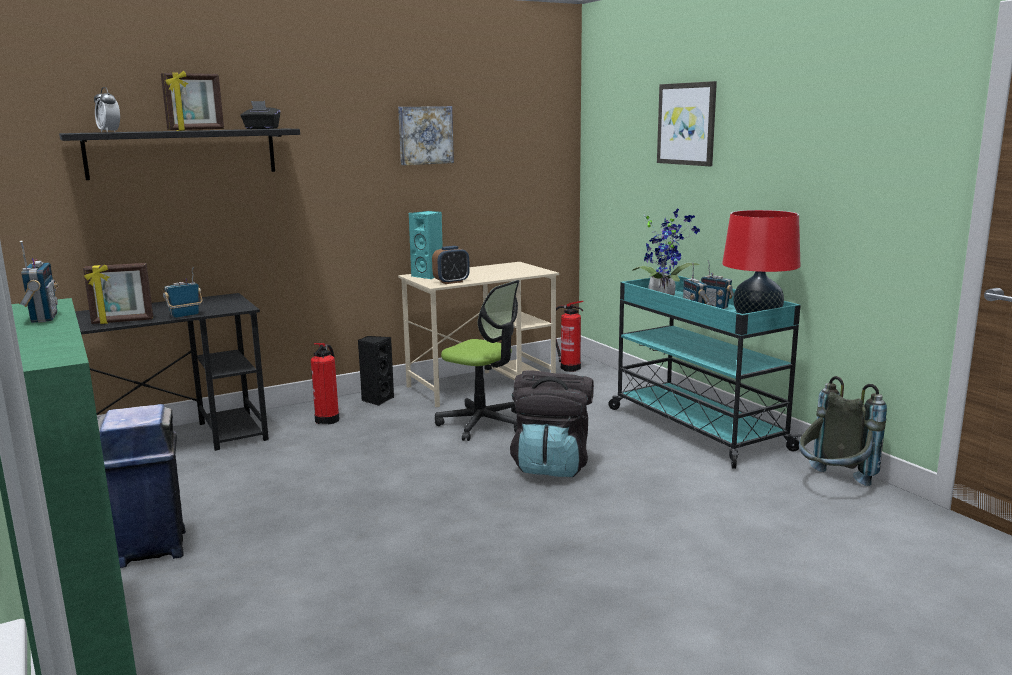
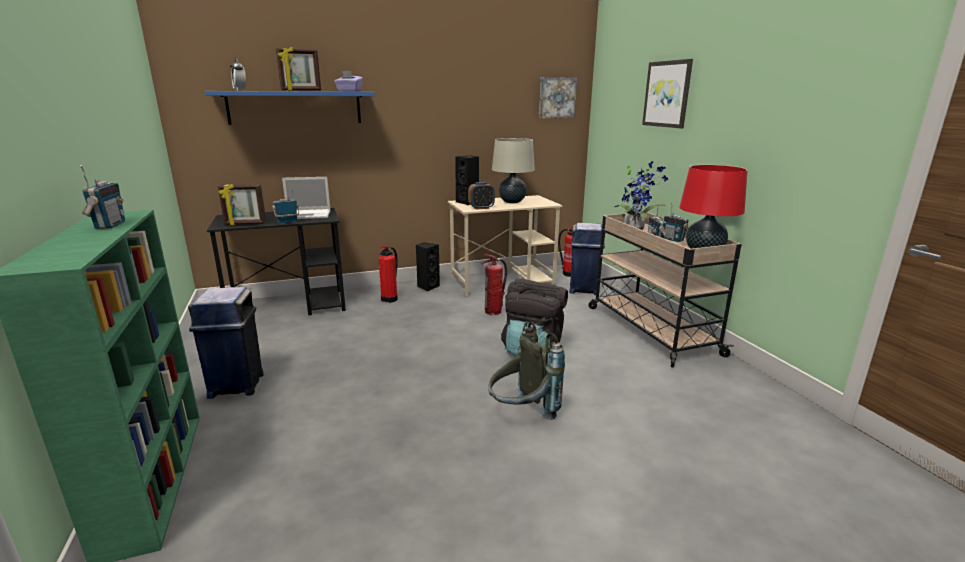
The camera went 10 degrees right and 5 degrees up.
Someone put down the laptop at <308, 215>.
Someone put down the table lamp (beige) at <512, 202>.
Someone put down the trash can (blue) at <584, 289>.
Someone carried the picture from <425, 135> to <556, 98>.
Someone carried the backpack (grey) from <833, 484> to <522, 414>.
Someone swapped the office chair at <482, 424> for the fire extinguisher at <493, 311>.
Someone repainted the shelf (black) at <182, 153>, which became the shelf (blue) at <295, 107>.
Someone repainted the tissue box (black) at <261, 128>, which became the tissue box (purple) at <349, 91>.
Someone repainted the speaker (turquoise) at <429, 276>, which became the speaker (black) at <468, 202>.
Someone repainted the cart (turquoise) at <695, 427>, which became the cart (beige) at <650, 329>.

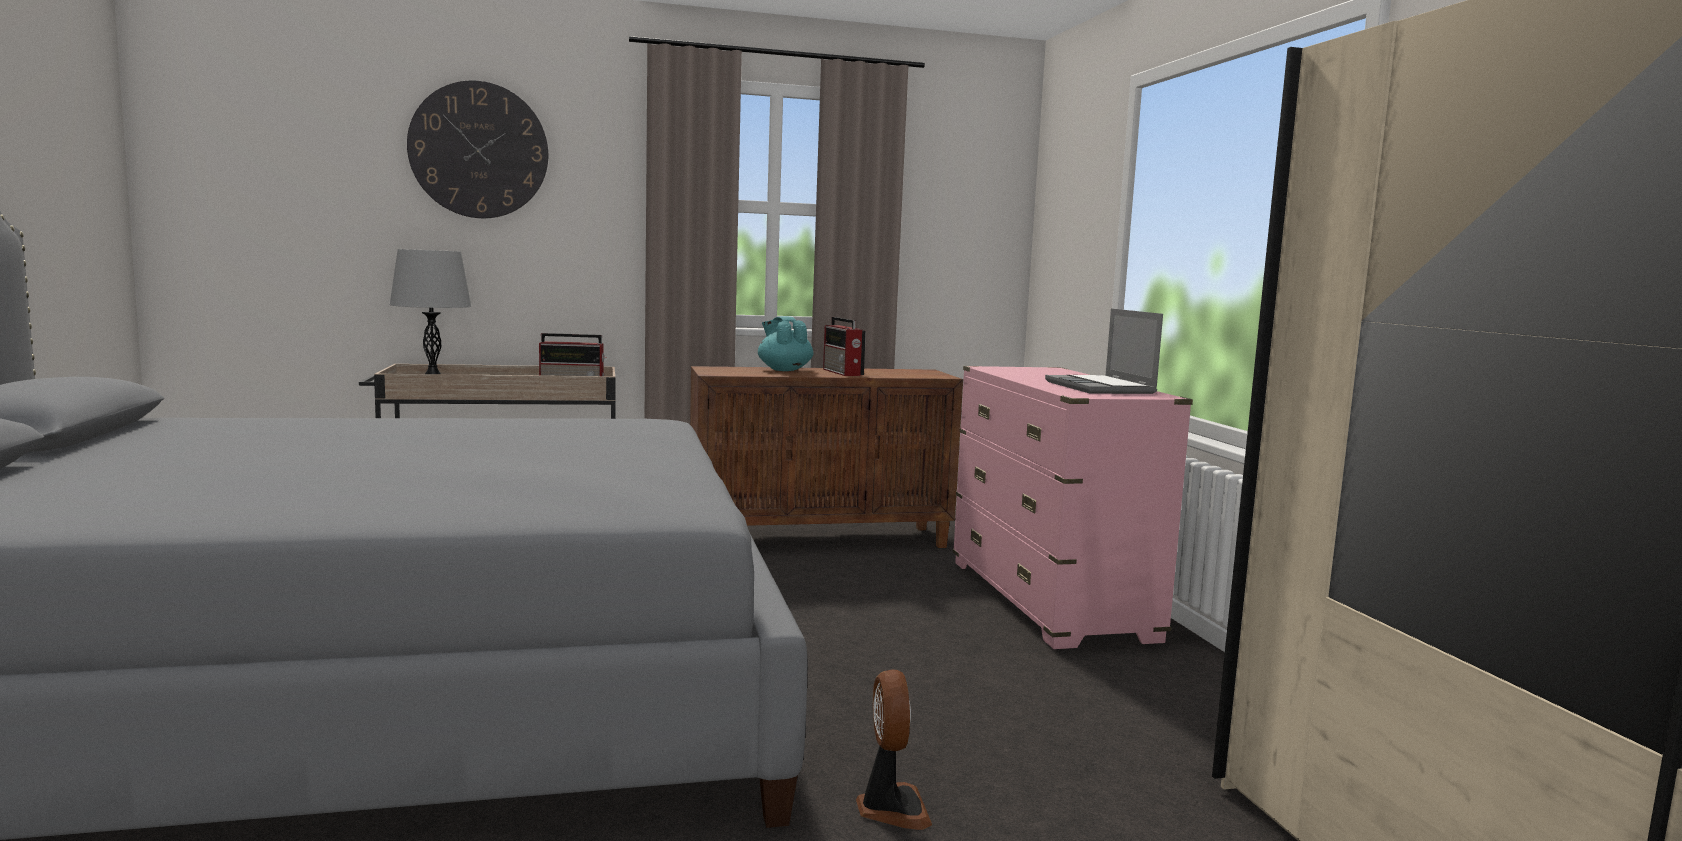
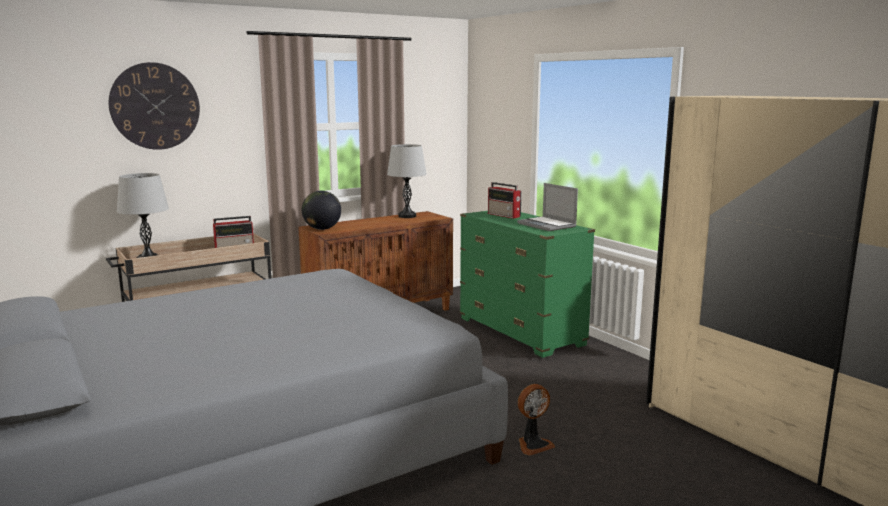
The camera went 20 degrees left and 5 degrees up.
Someone took away the teapot (turquoise) at <784, 370>.
Someone put down the globe at <322, 229>.
Someone put down the table lamp (grey) at <407, 216>.
Someone carried the radio from <843, 372> to <504, 215>.
Someone repainted the dresser (pink) at <1049, 601>, which became the dresser (green) at <521, 332>.
Someone rotated the fan at <891, 808> by 90 degrees clockwise.

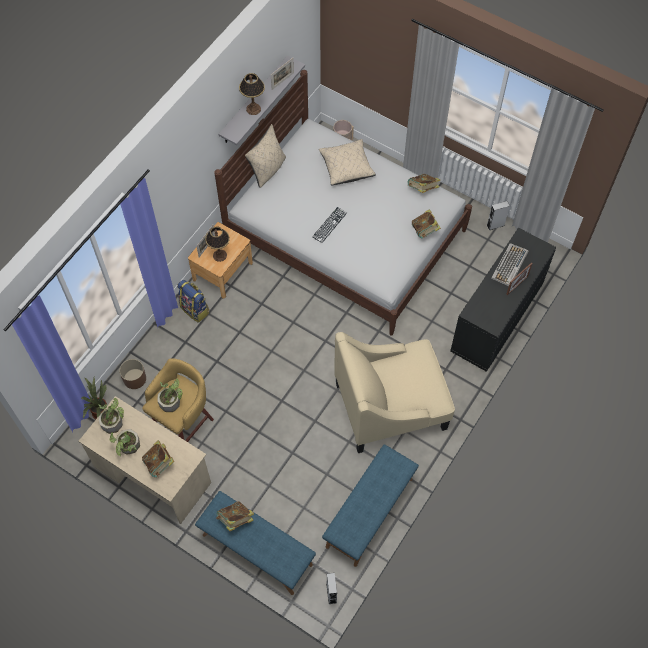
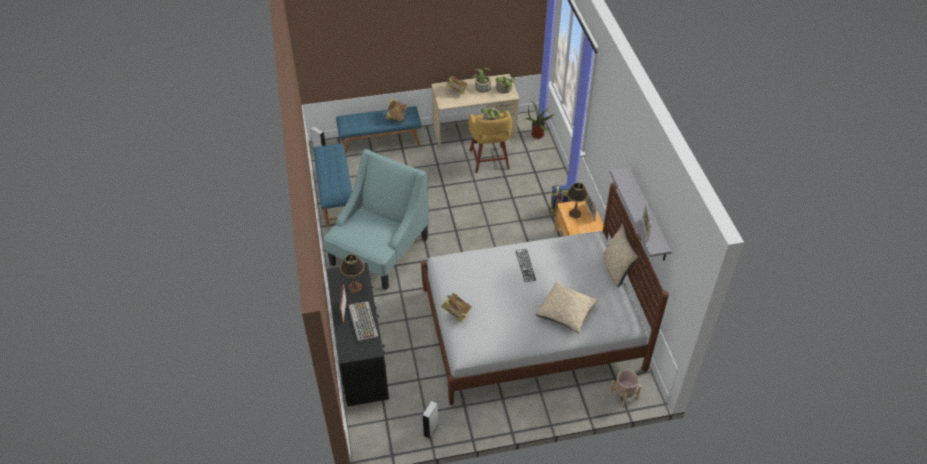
The camera went 135 degrees right and 15 degrees down.
Someone took away the planter (brown) at <134, 379>.
Someone took away the book at <422, 189>.
Someone carried the table lamp from <253, 109> to <355, 287>.
Someone repainted the armchair (beige) at <391, 406>, which became the armchair (turquoise) at <379, 251>.

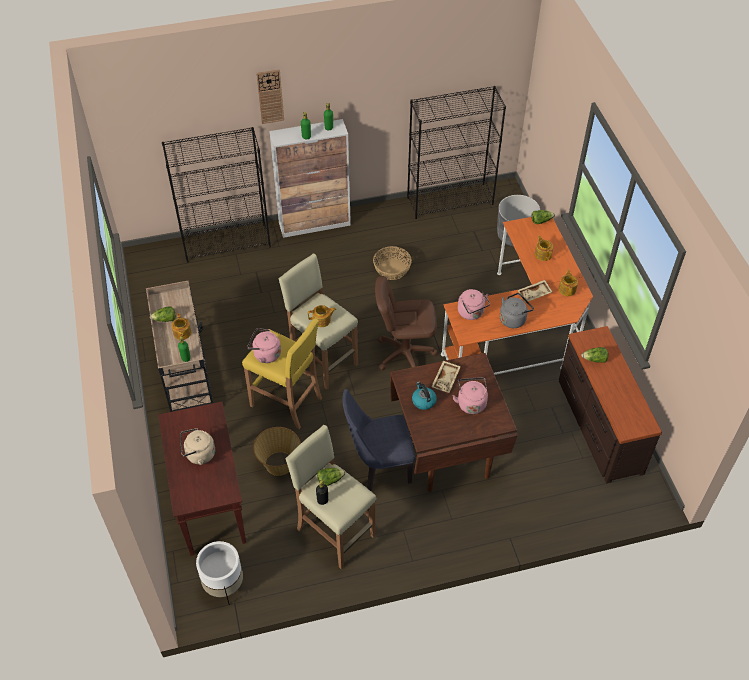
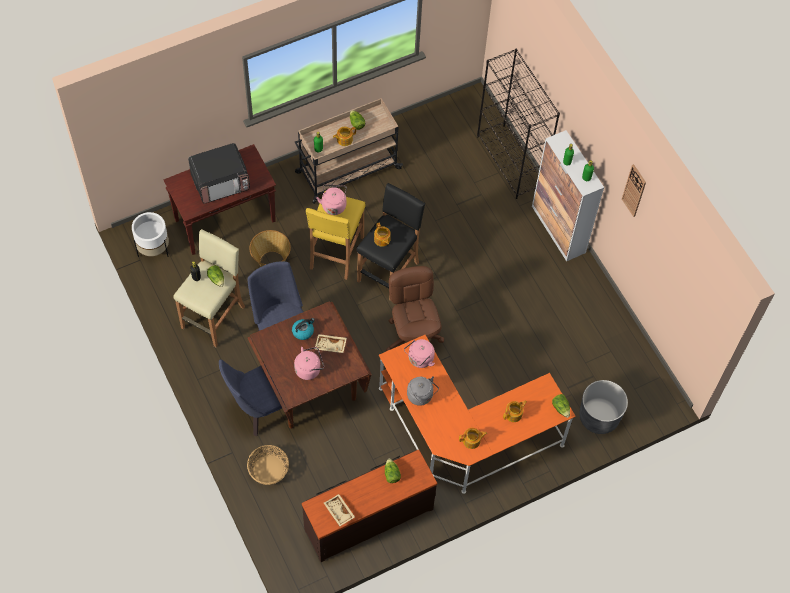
The camera went 75 degrees right and 10 degrees up.
Someone took away the bookcase (black) at <450, 201>.
Someone put down the chair (blue) at <258, 411>.
Someone carried the wall clock from <270, 96> to <634, 190>.
Someone carried the basket from <392, 269> to <269, 470>.
Someone carried the tray (beige) from <534, 294> to <338, 512>.
Someone swapped the kettle (beige) at <198, 454> for the microwave at <221, 181>.
Someone repainted the stool (beige) at <322, 360>, which became the stool (black) at <389, 271>.

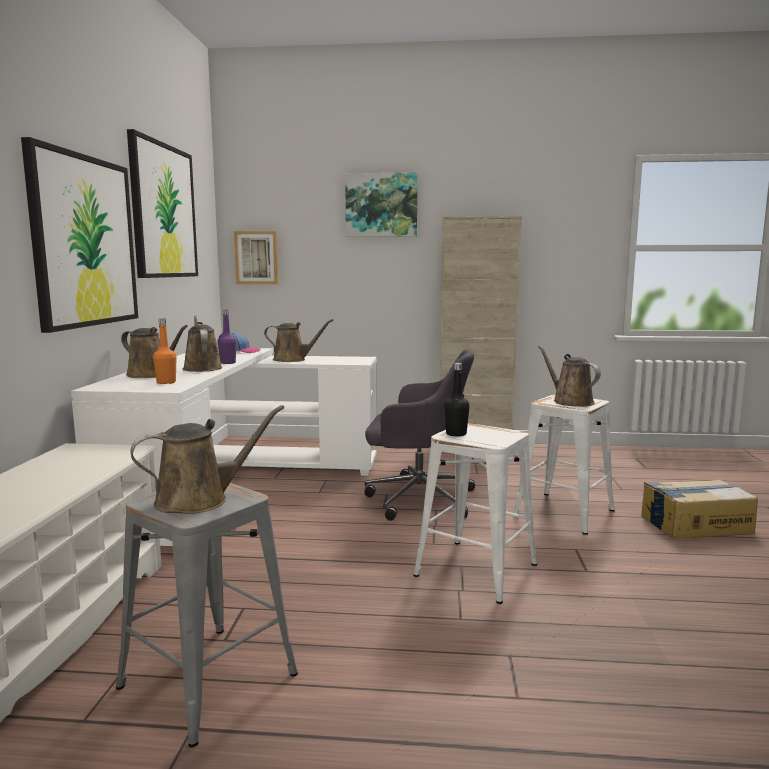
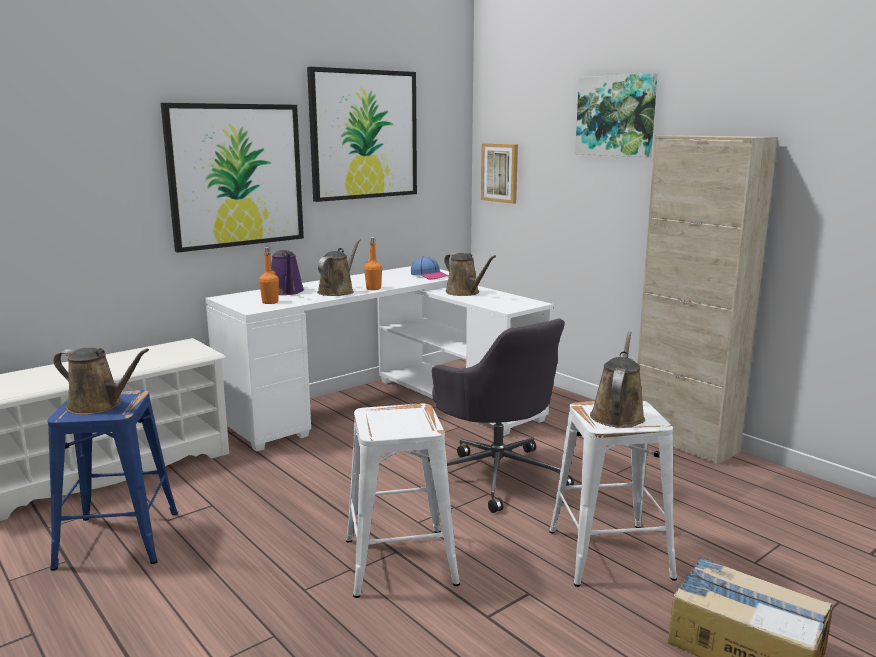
The camera went 45 degrees right and 5 degrees up.
Someone took away the bottle (black) at <456, 434>.
Someone repainted the stool (grey) at <207, 681>, which became the stool (blue) at <117, 539>.
Someone repainted the watering can (brown) at <151, 375>, which became the watering can (purple) at <286, 292>.
Someone repainted the bottle (purple) at <228, 363>, which became the bottle (orange) at <373, 288>.

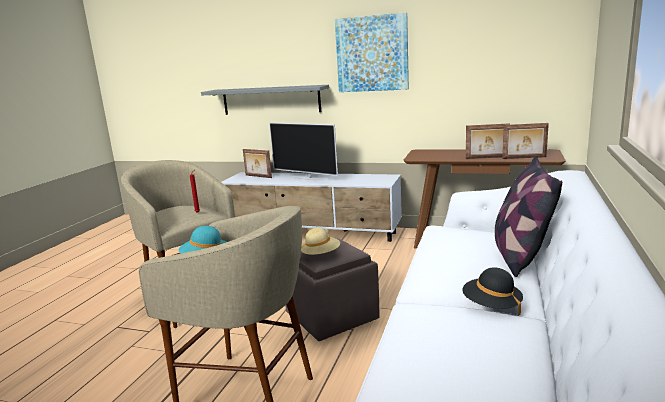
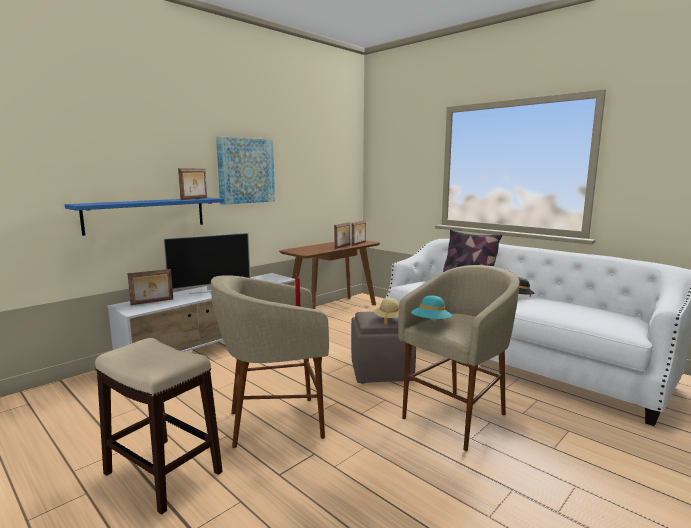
The camera went 65 degrees left and 5 degrees down.
Someone put down the stool at <162, 472>.
Someone put down the picture frame at <194, 199>.
Someone repainted the shelf (grey) at <270, 100>, which became the shelf (blue) at <146, 215>.

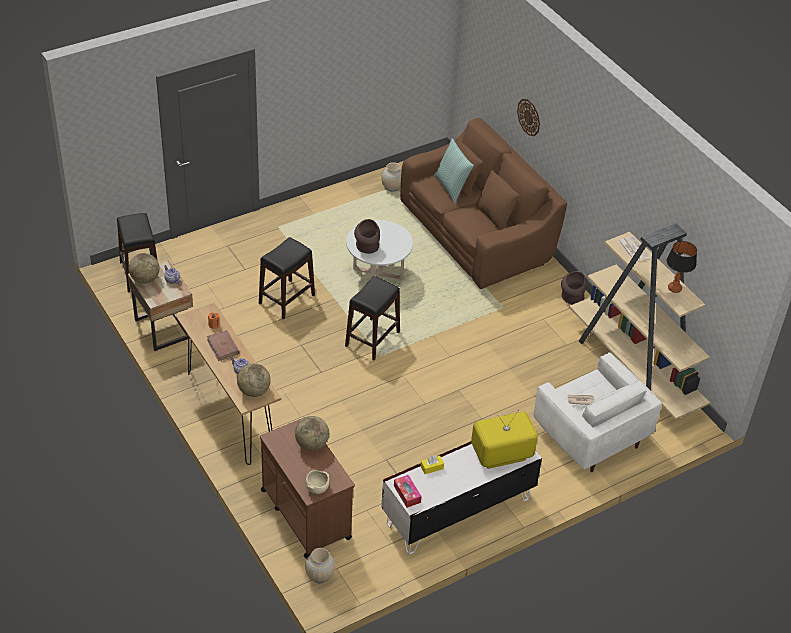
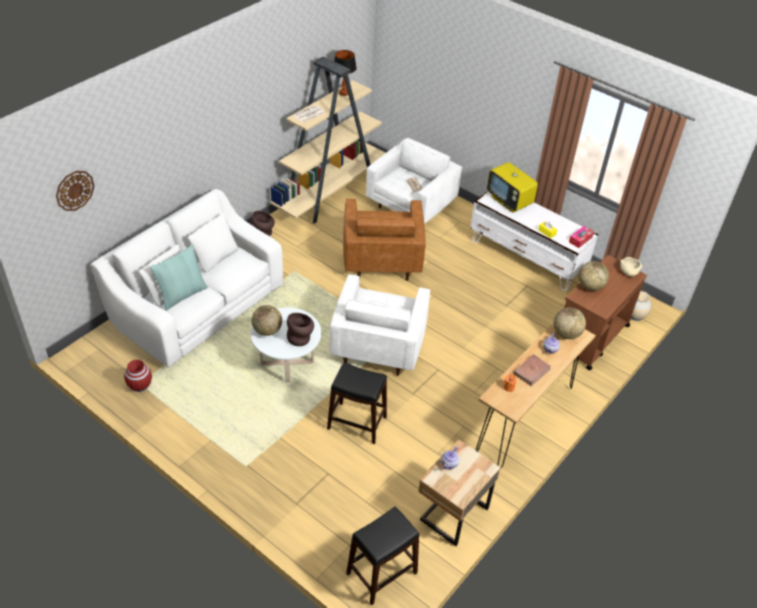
The camera went 110 degrees left and 0 degrees up.
Someone put down the armchair (brown) at <381, 259>.
Someone carried the globe from <145, 279> to <267, 330>.
Someone carried the wall clock from <529, 117> to <74, 190>.
Someone swapped the stool (black) at <372, 339> for the armchair (white) at <378, 345>.
Someone repainted the vase (beige) at <392, 187>, which became the vase (red) at <140, 385>.
Someone repainted the sofa (brown) at <476, 234>, which became the sofa (white) at <197, 306>.

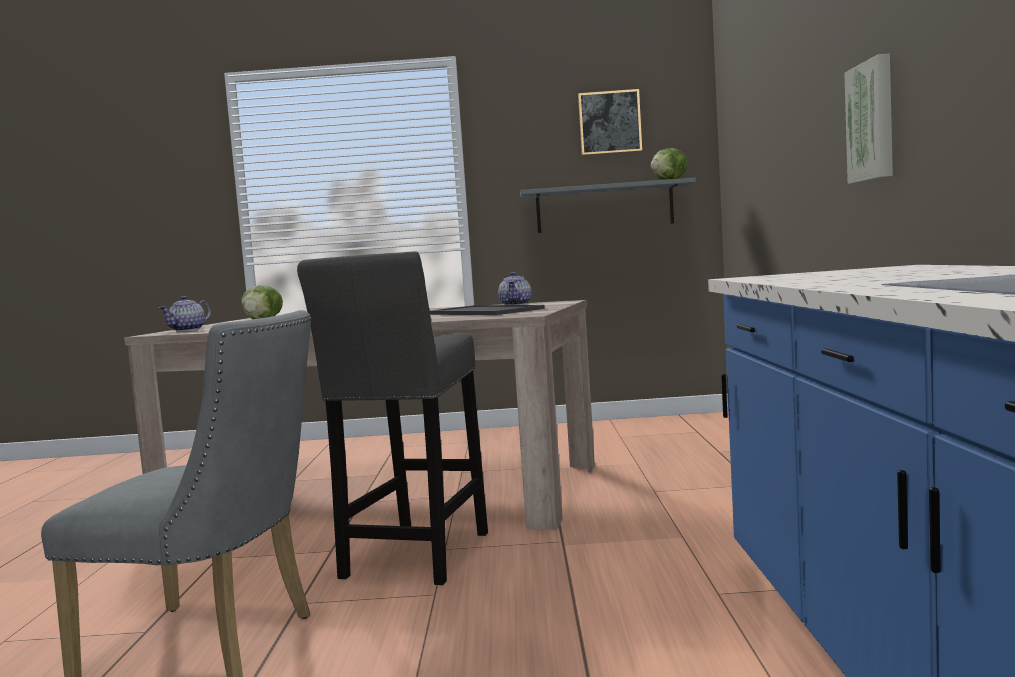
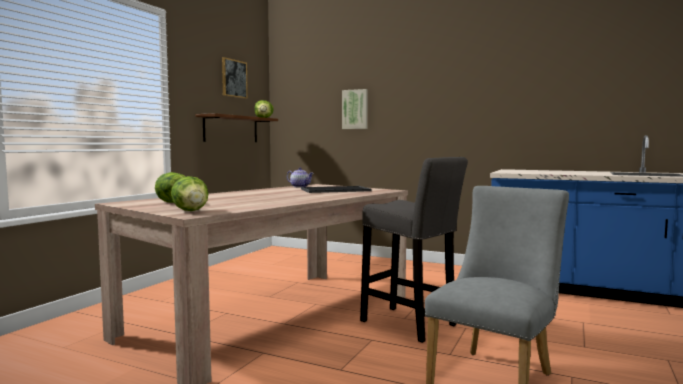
The camera went 65 degrees left and 0 degrees up.
Someone carried the picture from <873, 121> to <355, 109>.
Someone swapped the teapot at <188, 330> for the lettuce at <191, 211>.
Someone repainted the shelf (grey) at <604, 207>, which became the shelf (brown) at <231, 129>.

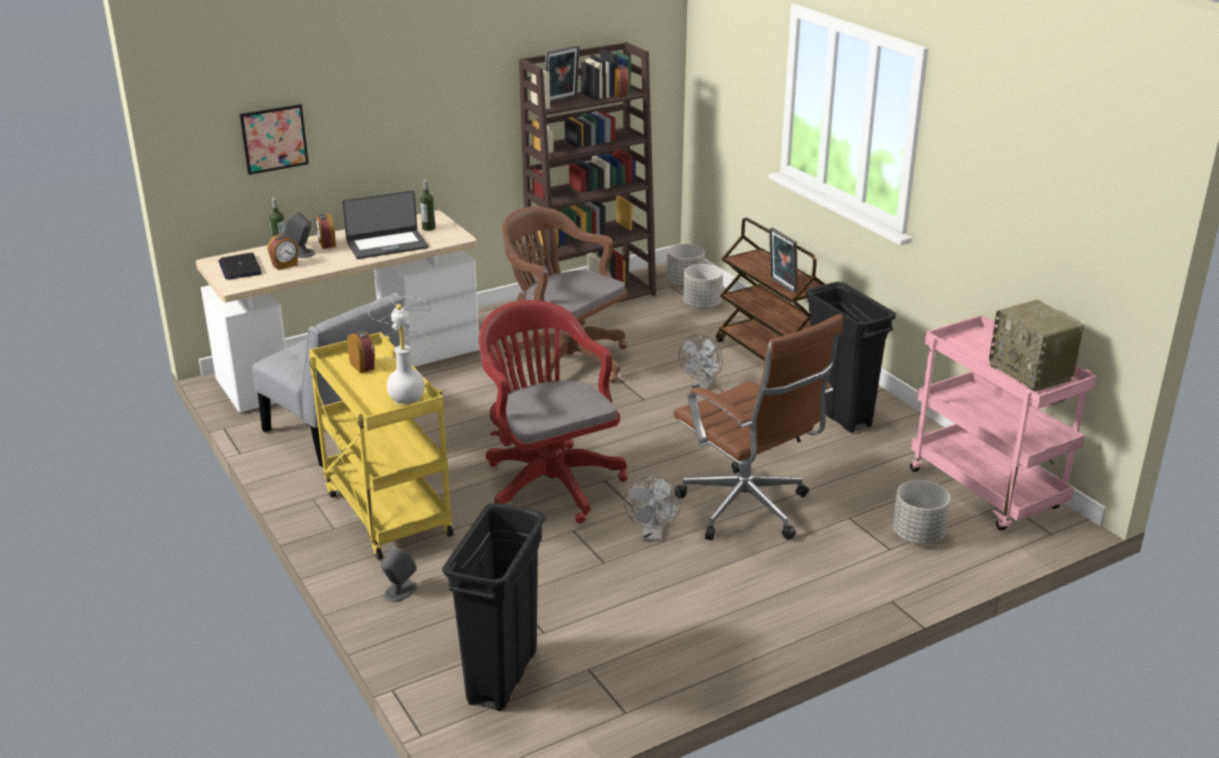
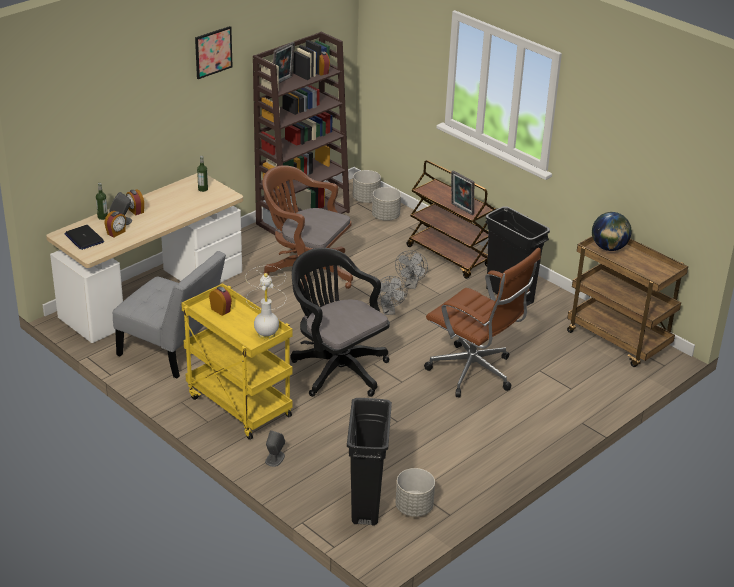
The camera went 15 degrees left and 5 degrees up.
Someone took away the laptop at <387, 245>.
Someone took away the radio at <1031, 373>.
Someone put down the globe at <609, 248>.
Someone carried the picture from <274, 139> to <213, 52>.
Someone carried the fan (grey) from <653, 535> to <389, 311>.
Someone carried the planter (grey) from <918, 535> to <414, 507>.
Someone repainted the office chair (red) at <548, 480>, which became the office chair (black) at <336, 368>.
Someone repainted the cart (pink) at <987, 491>, which became the cart (brown) at <619, 341>.

